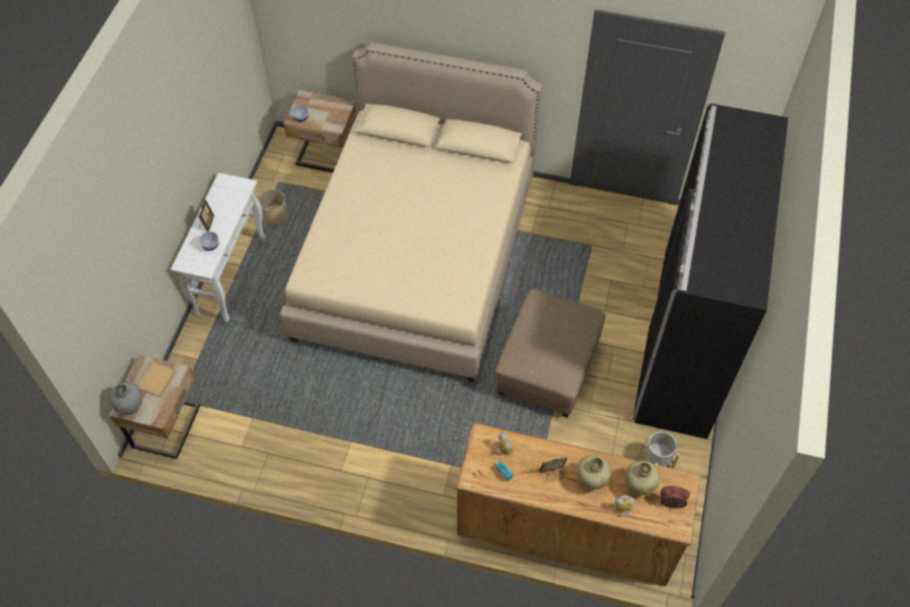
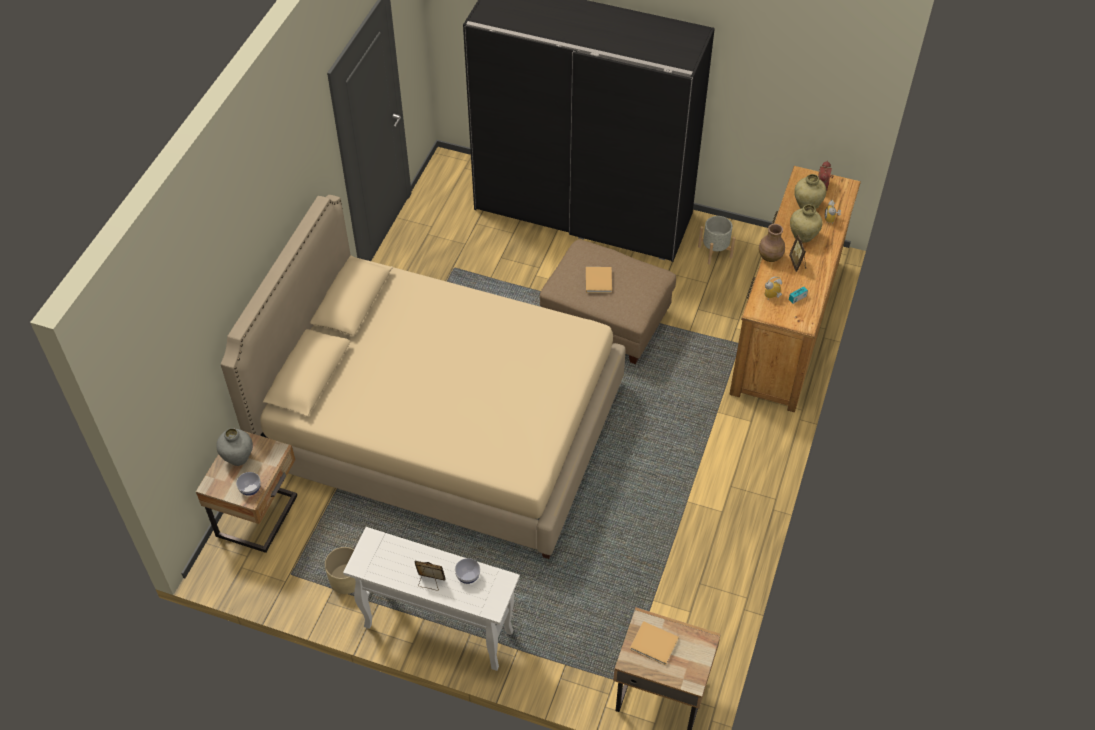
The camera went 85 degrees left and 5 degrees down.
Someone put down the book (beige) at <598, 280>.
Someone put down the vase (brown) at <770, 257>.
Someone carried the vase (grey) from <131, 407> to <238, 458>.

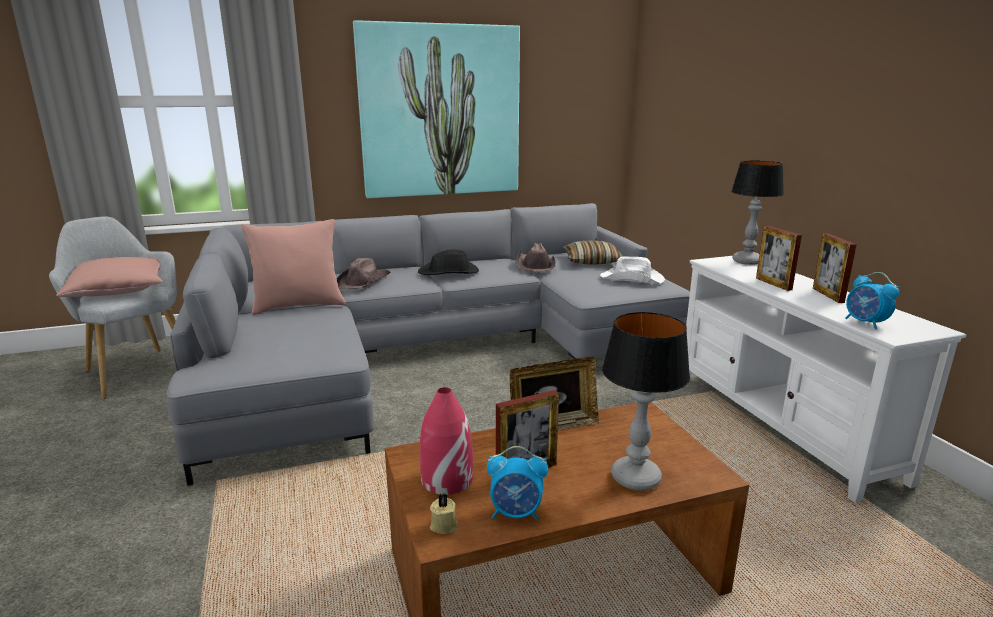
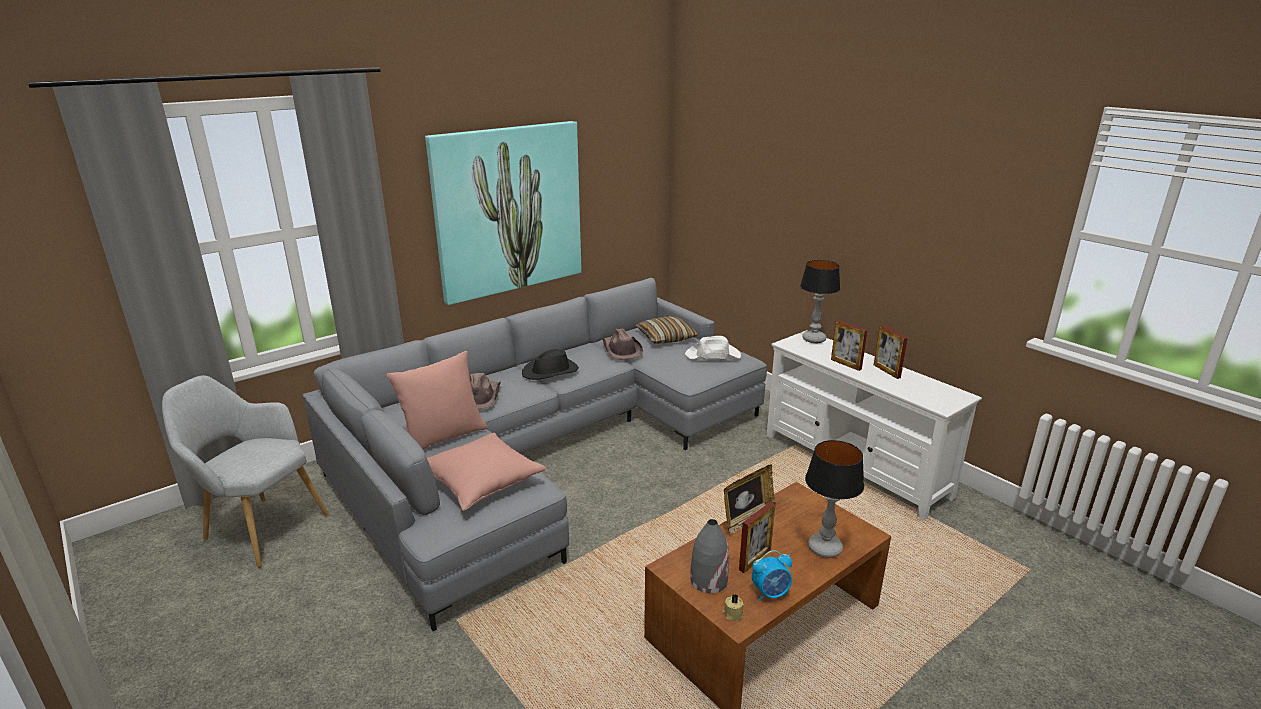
The camera went 20 degrees left and 5 degrees up.
Someone took away the alarm clock at <865, 323>.
Someone carried the pillow (pink) from <120, 290> to <481, 482>.
Someone repainted the vase (red) at <446, 479>, which became the vase (grey) at <708, 580>.

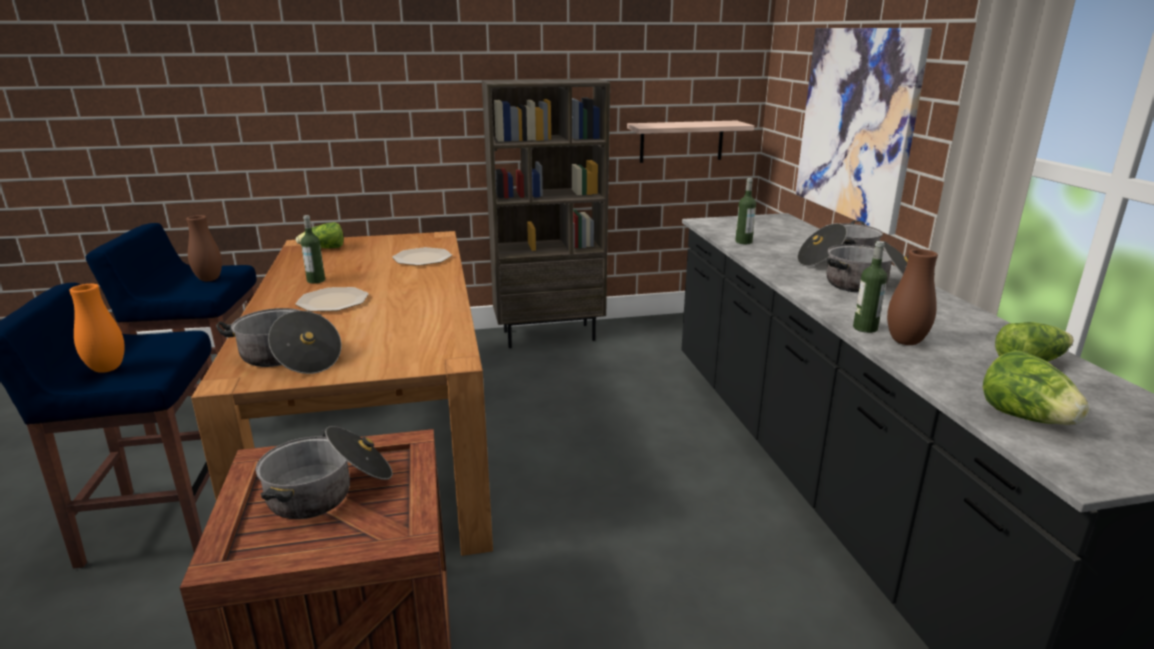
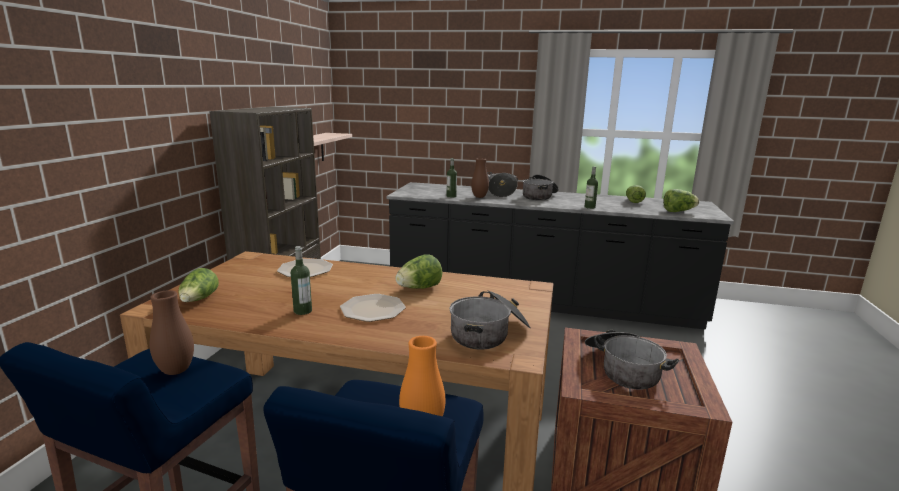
The camera went 65 degrees left and 5 degrees down.
Someone took away the picture at <856, 124>.
Someone put down the lettuce at <419, 288>.
Someone carried the vase (brown) from <905, 342> to <479, 197>.

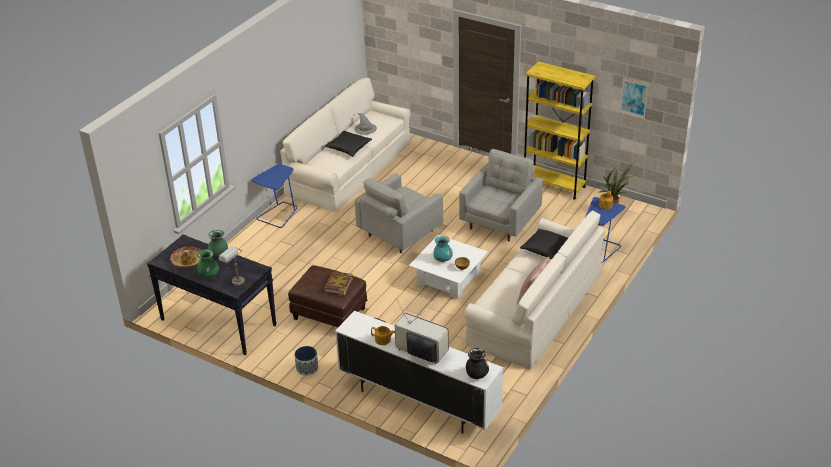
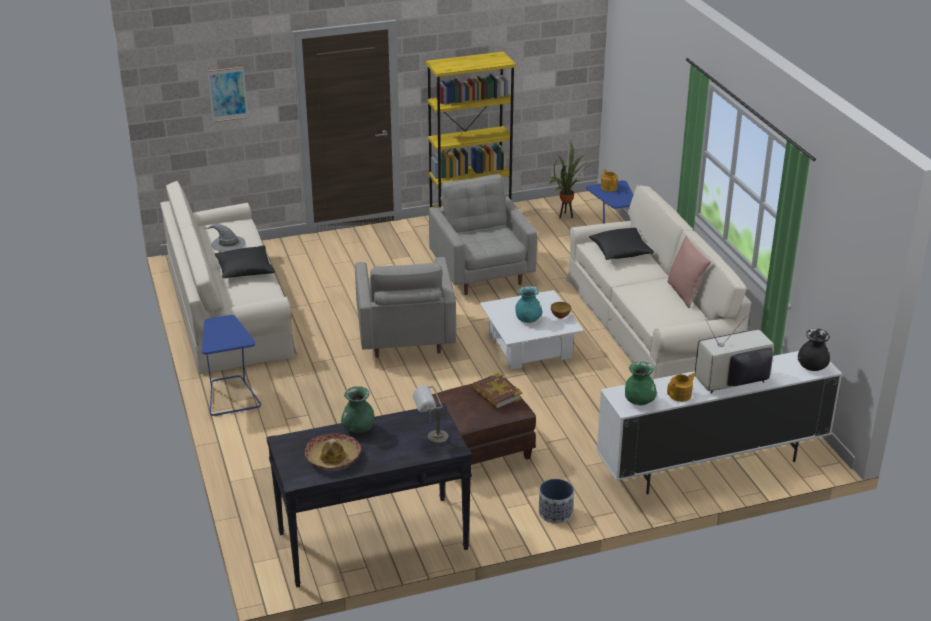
The camera went 50 degrees left and 5 degrees down.
Someone carried the vase (green) from <209, 274> to <639, 401>.
Someone carried the picture from <634, 98> to <227, 94>.

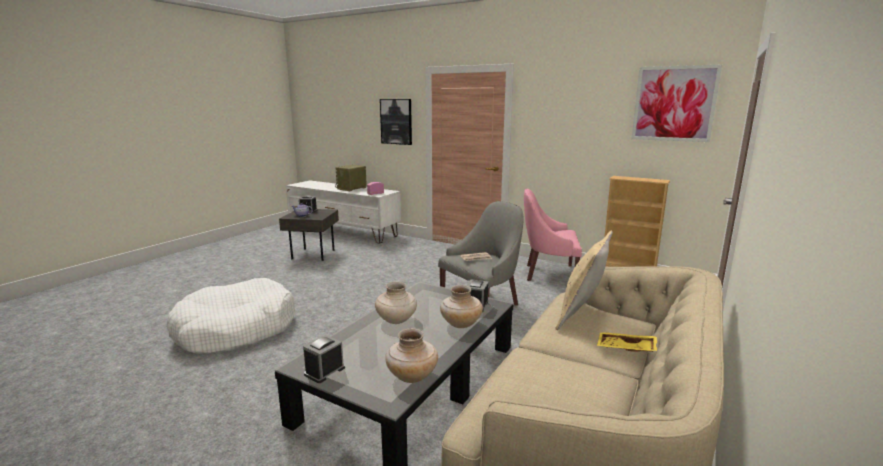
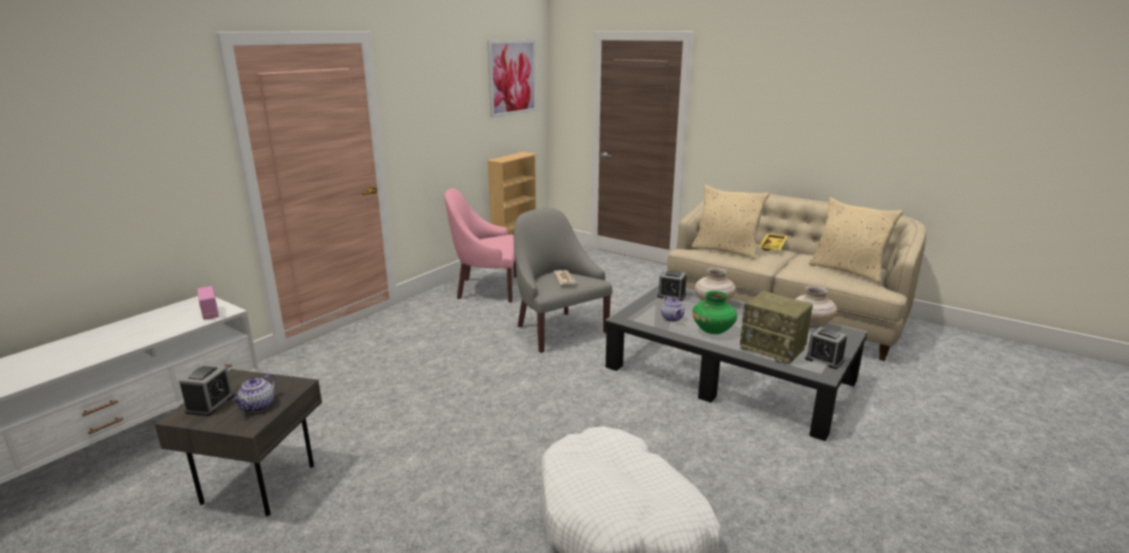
The camera went 85 degrees left and 5 degrees up.
Someone took away the picture at <396, 121>.
Someone put down the teapot at <672, 318>.
Someone put down the pillow (beige) at <848, 270>.
Someone carried the radio from <351, 188> to <774, 349>.
Someone repainted the vase (beige) at <396, 320>, which became the vase (green) at <713, 330>.
Someone rotated the armchair (pink) at <549, 274> by 75 degrees clockwise.

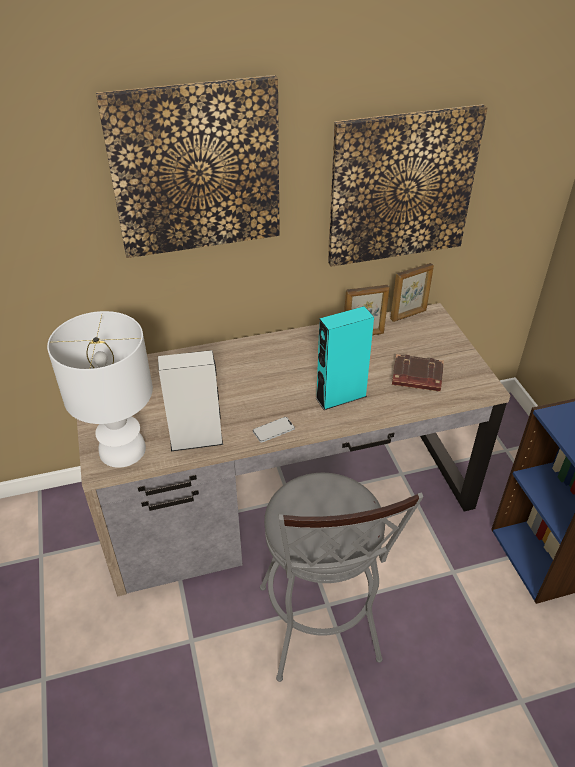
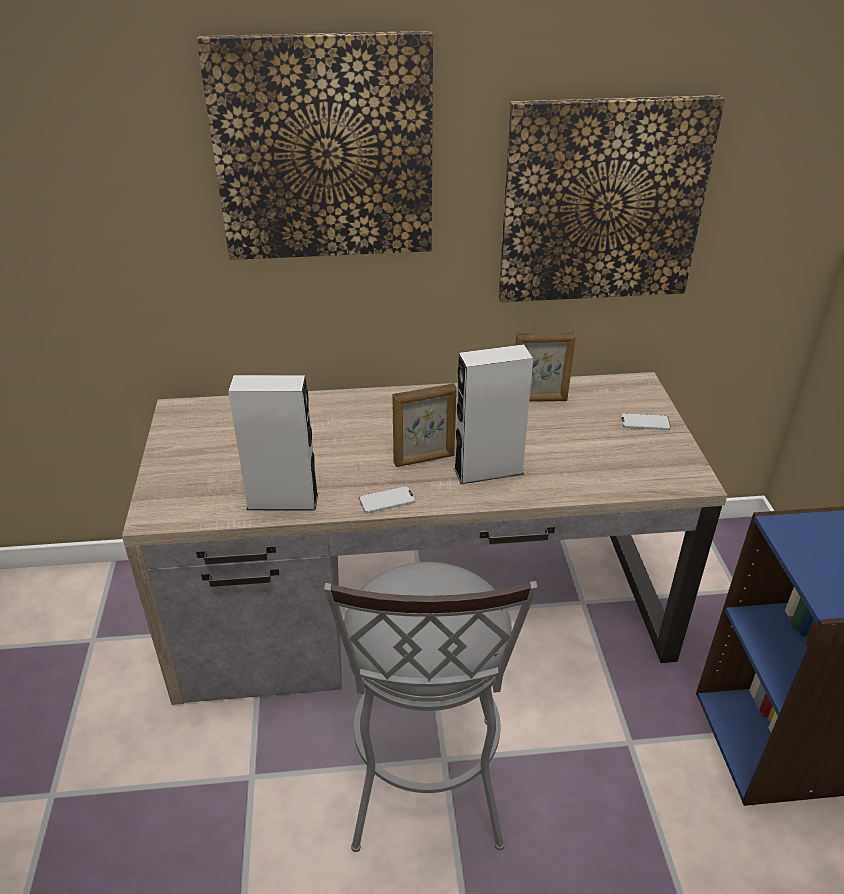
The camera went 10 degrees right and 5 degrees down.
Someone took away the table lamp (white) at <123, 451>.
Someone took away the book (brown) at <416, 377>.
Someone put down the phone at <645, 423>.
Someone carried the picture frame from <408, 315> to <424, 460>.
Someone repainted the speaker (turquoise) at <341, 397>, which became the speaker (grey) at <488, 471>.

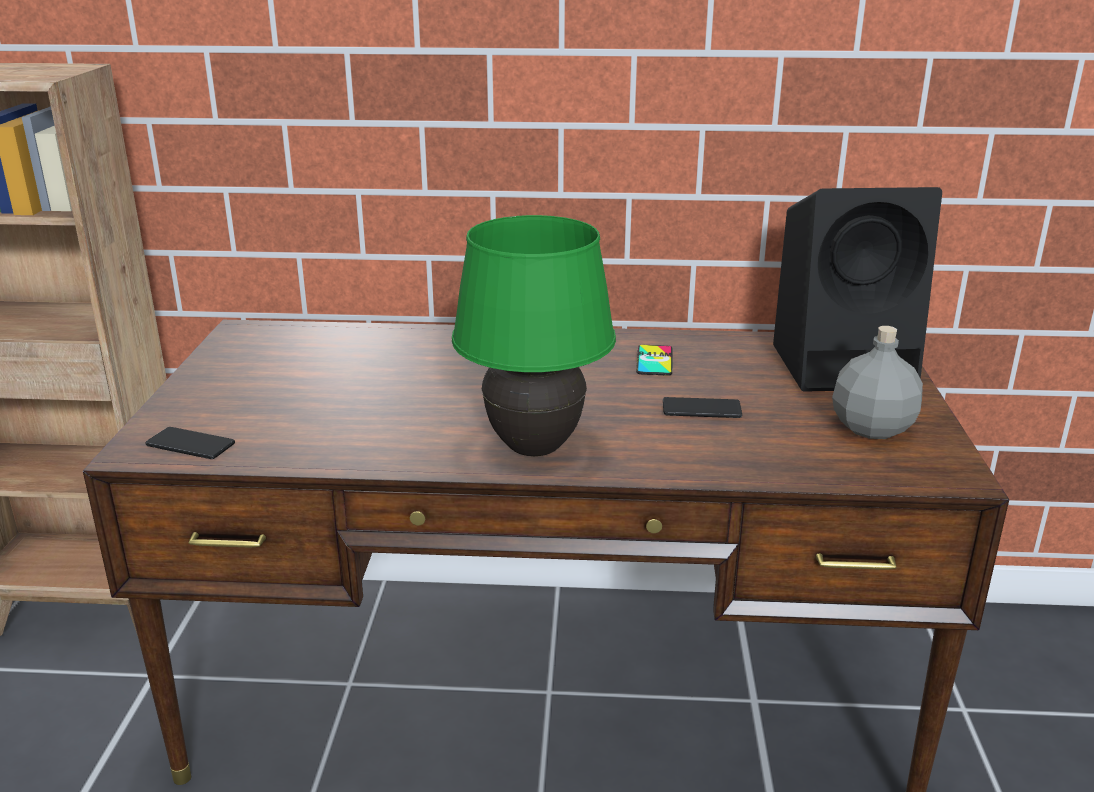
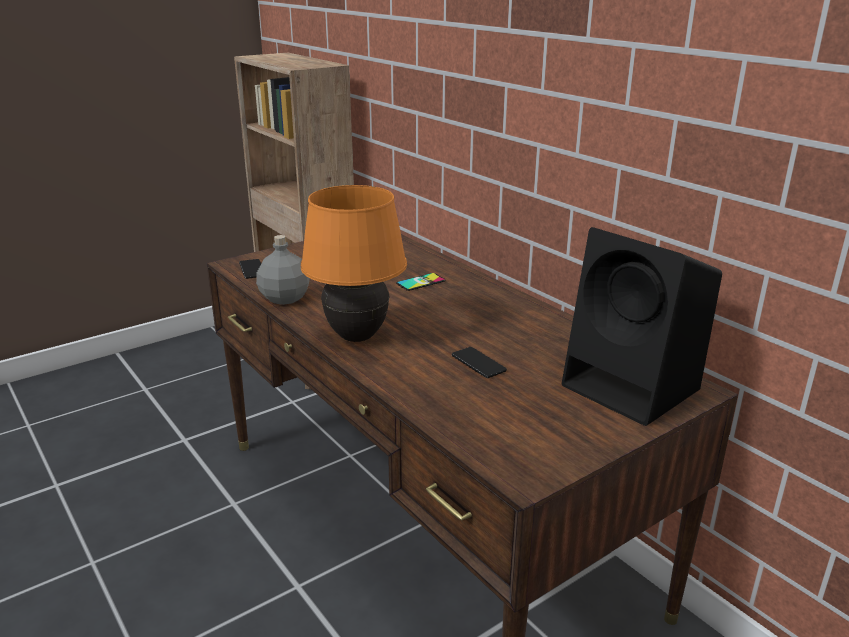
The camera went 50 degrees right and 0 degrees up.
Someone carried the phone from <654, 361> to <421, 282>.
Someone carried the bottle (grey) from <871, 427> to <285, 298>.
Someone repainted the table lamp (green) at <535, 448>, which became the table lamp (orange) at <357, 337>.

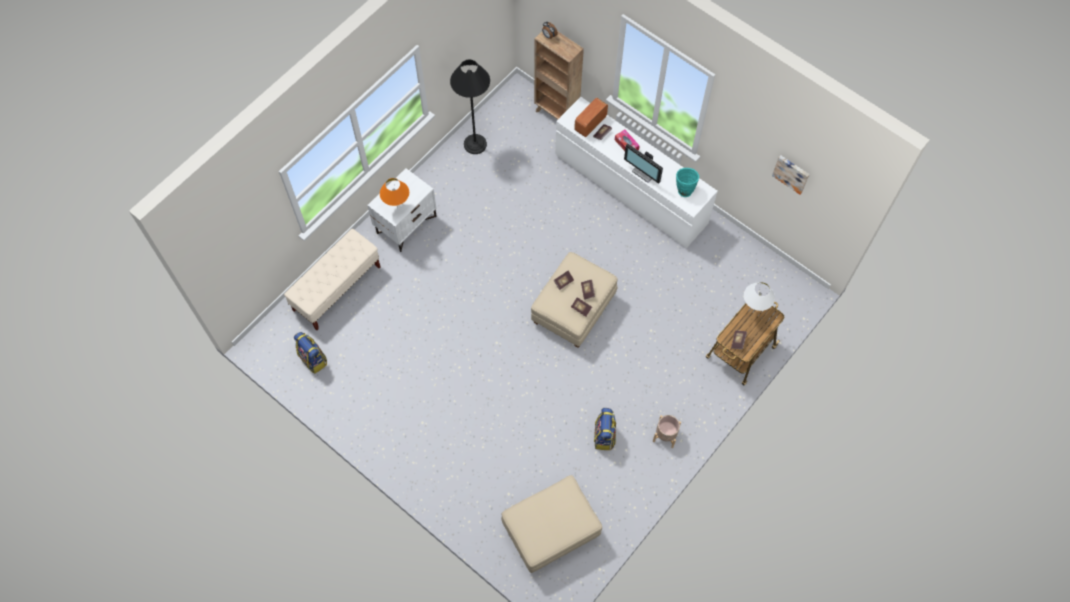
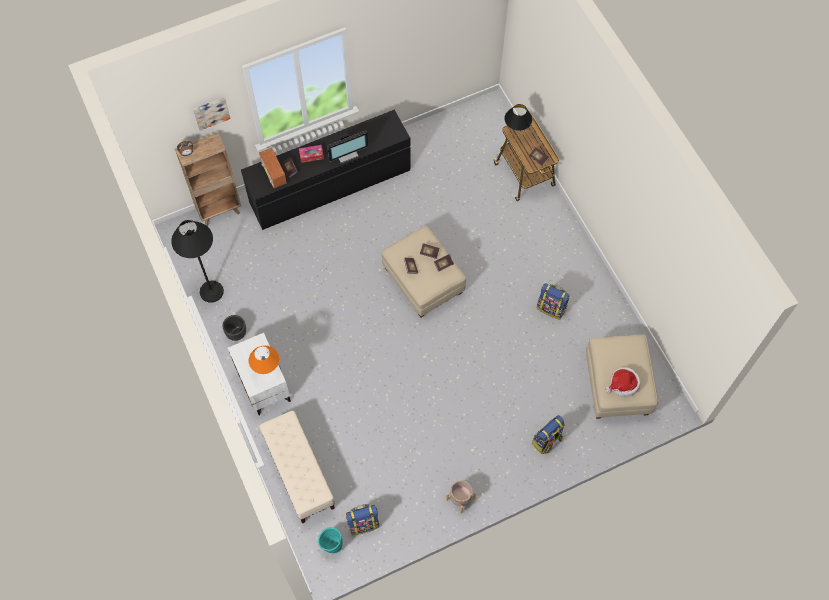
The camera went 65 degrees left and 0 degrees up.
Someone put down the planter (black) at <236, 333>.
Someone put down the backpack at <547, 441>.
Someone put down the hat at <623, 384>.
Someone carried the planter (beige) from <665, 435> to <460, 499>.
Someone carried the vase (turquoise) from <684, 189> to <331, 545>.
Someone carried the picture from <791, 173> to <211, 112>.
Someone repainted the dresser (white) at <630, 189>, which became the dresser (black) at <330, 186>.
Someone repainted the table lamp (white) at <753, 310>, which became the table lamp (black) at <515, 135>.

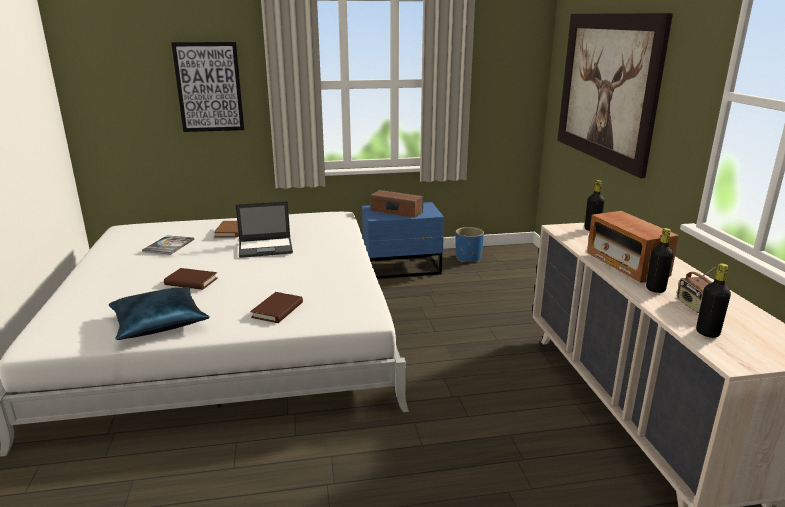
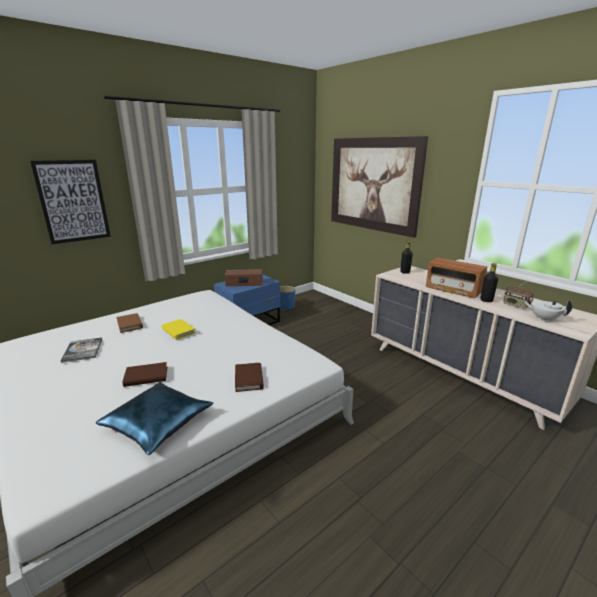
The camera went 30 degrees left and 0 degrees up.
Someone swapped the laptop at <266, 247> for the book (yellow) at <178, 331>.
Someone swapped the bottle (black) at <707, 333> for the teapot (white) at <543, 318>.

